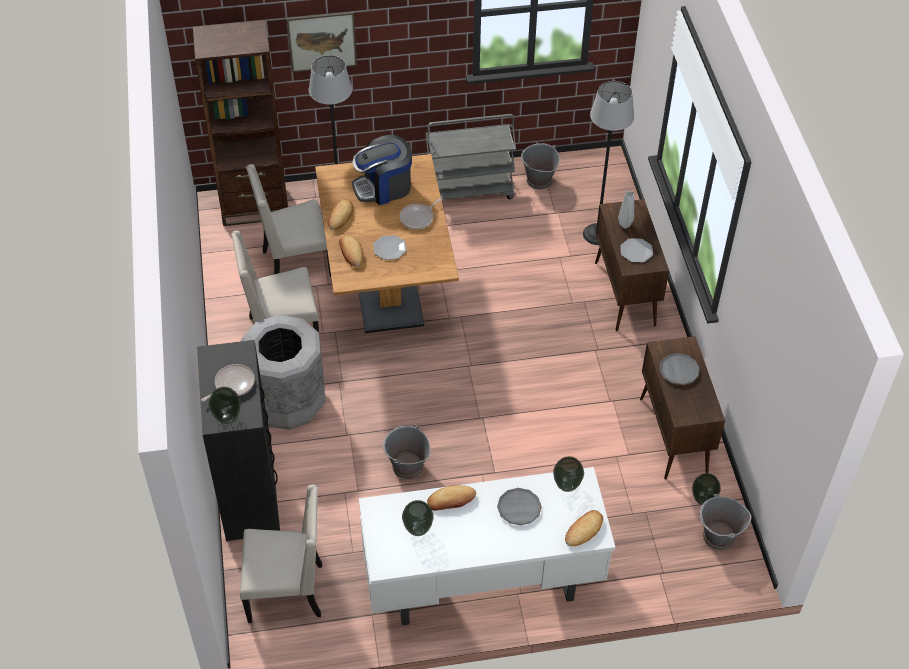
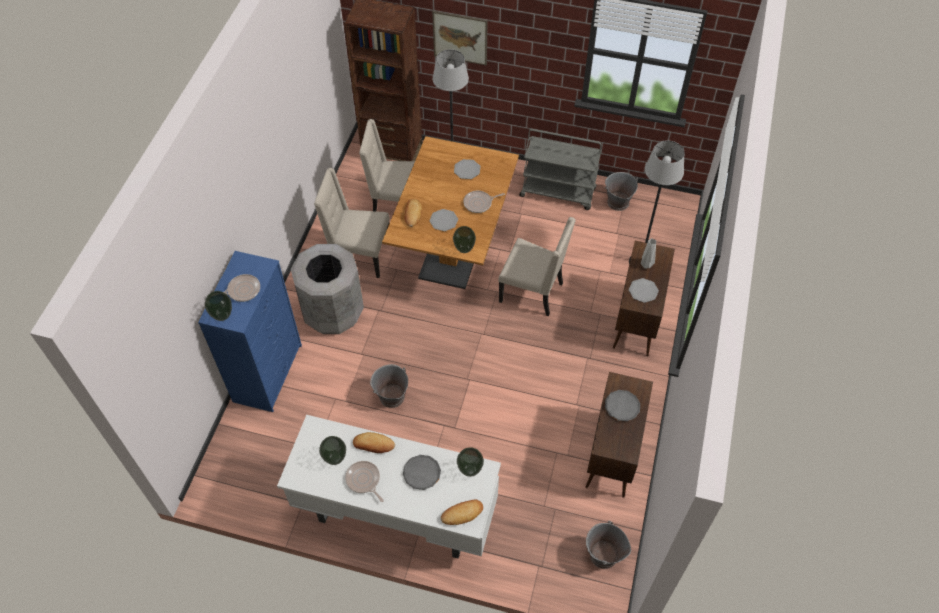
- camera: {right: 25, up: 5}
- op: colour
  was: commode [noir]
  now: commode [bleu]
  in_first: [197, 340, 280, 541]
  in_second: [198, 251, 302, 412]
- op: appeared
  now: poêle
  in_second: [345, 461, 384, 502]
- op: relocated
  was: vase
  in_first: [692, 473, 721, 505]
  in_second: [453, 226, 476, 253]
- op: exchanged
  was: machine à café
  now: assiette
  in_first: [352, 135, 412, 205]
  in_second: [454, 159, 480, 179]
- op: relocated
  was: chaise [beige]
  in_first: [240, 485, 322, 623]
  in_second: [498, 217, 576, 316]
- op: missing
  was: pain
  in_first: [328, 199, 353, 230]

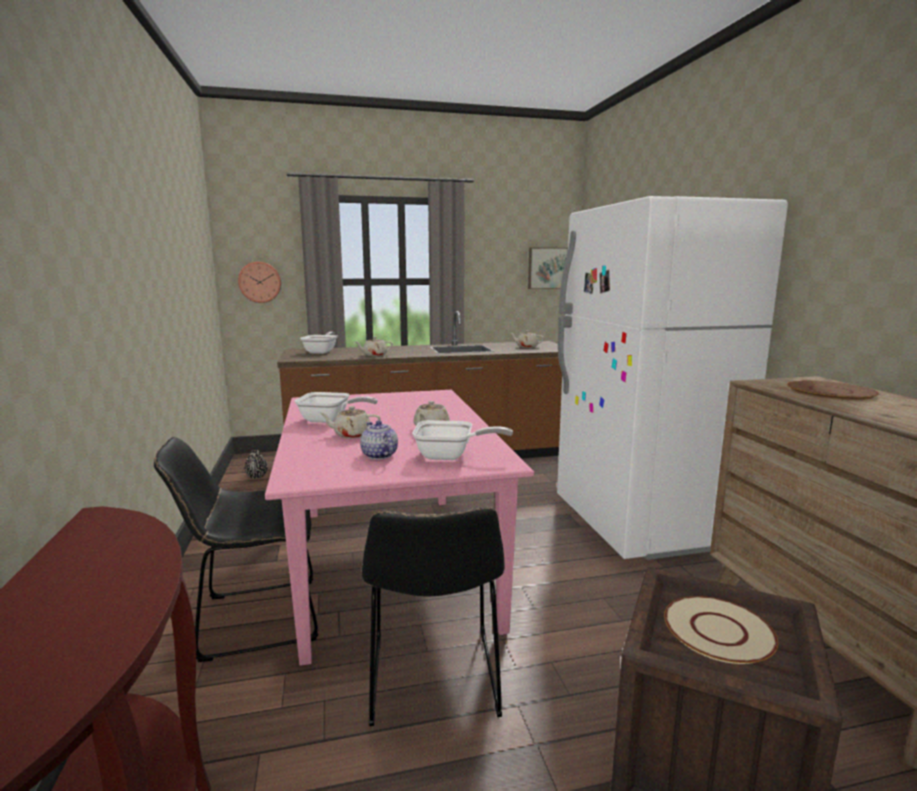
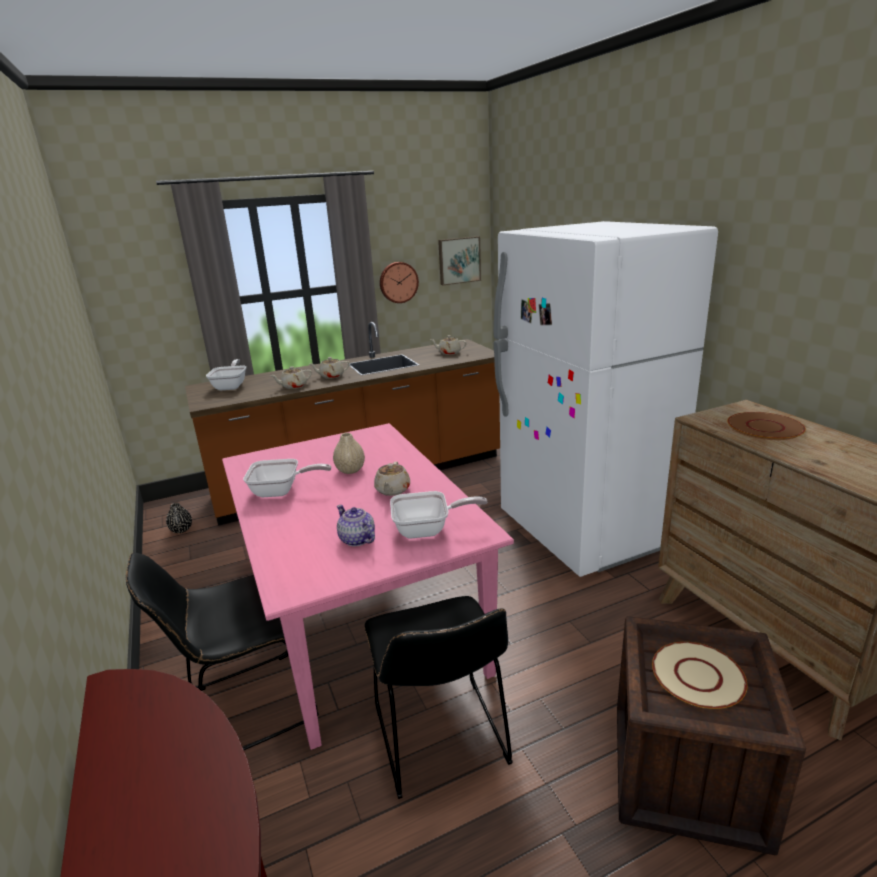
- camera: {right: -10, up: 10}
- op: relocated
  was: théière [beige]
  in_first: [320, 406, 381, 438]
  in_second: [310, 357, 350, 379]
- op: appeared
  now: vase [beige]
  in_second: [333, 433, 365, 474]
- op: relocated
  was: horloge murale
  in_first: [238, 262, 281, 303]
  in_second: [380, 262, 419, 303]

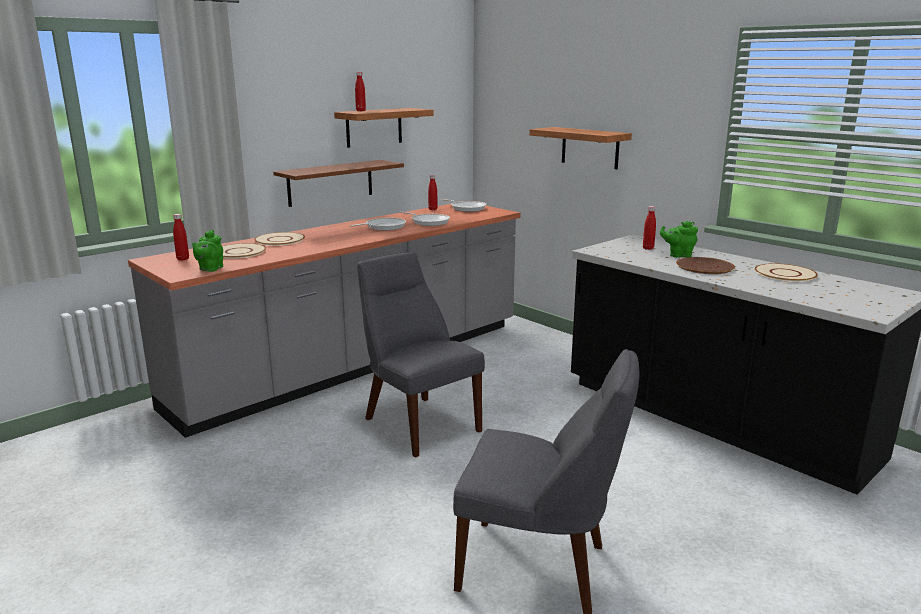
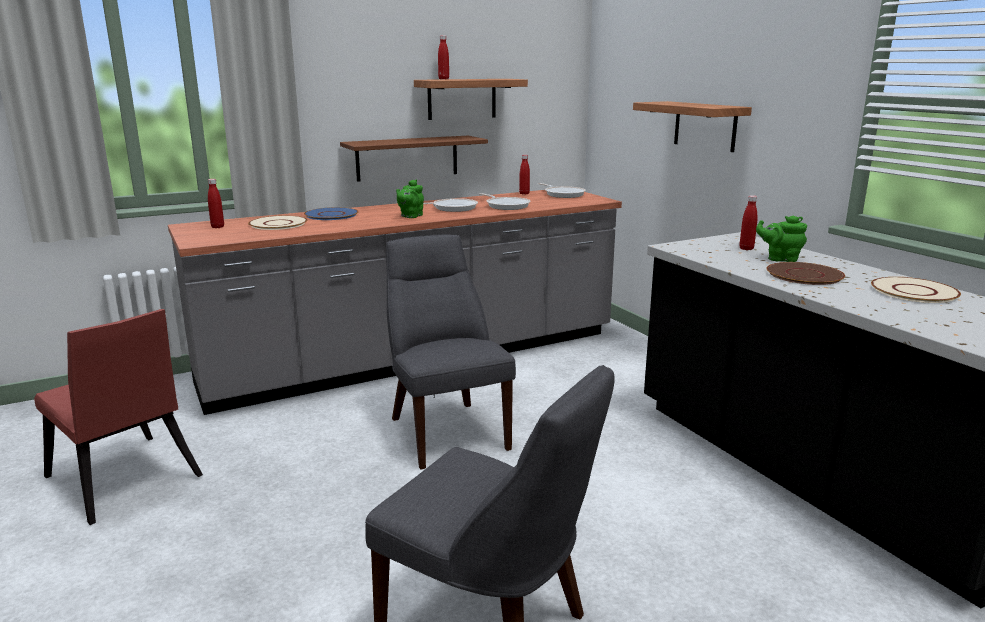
- camera: {right: 15, up: 0}
- op: appeared
  now: chaise [rouge]
  in_second: [34, 309, 203, 525]
- op: colour
  was: assiette [beige]
  now: assiette [bleu]
  in_first: [254, 232, 305, 246]
  in_second: [304, 207, 359, 220]
- op: relocated
  was: théière [vert]
  in_first: [192, 230, 223, 272]
  in_second: [396, 180, 424, 218]

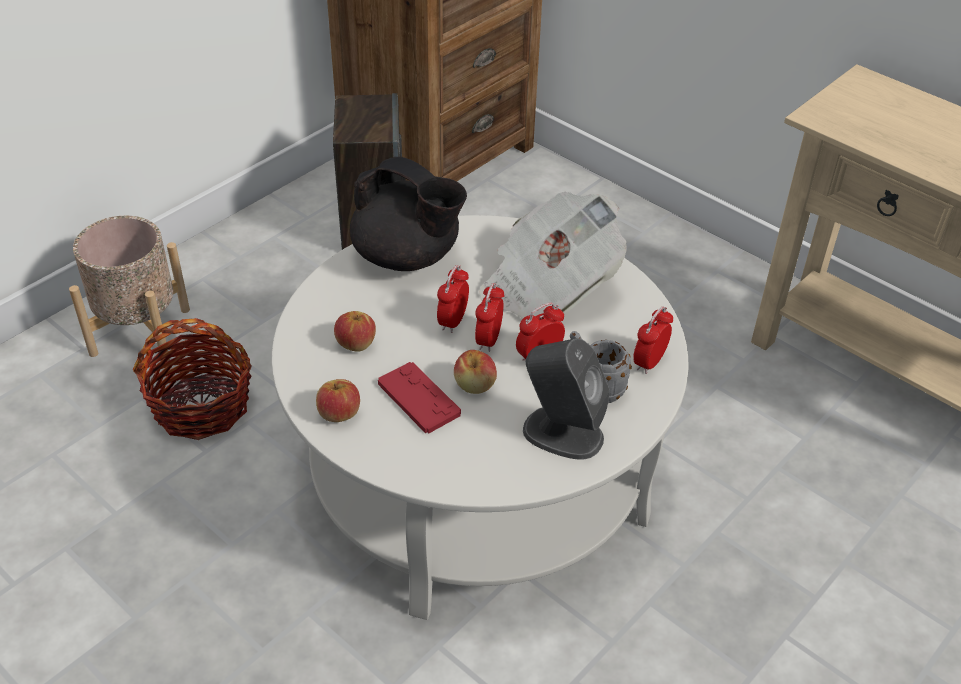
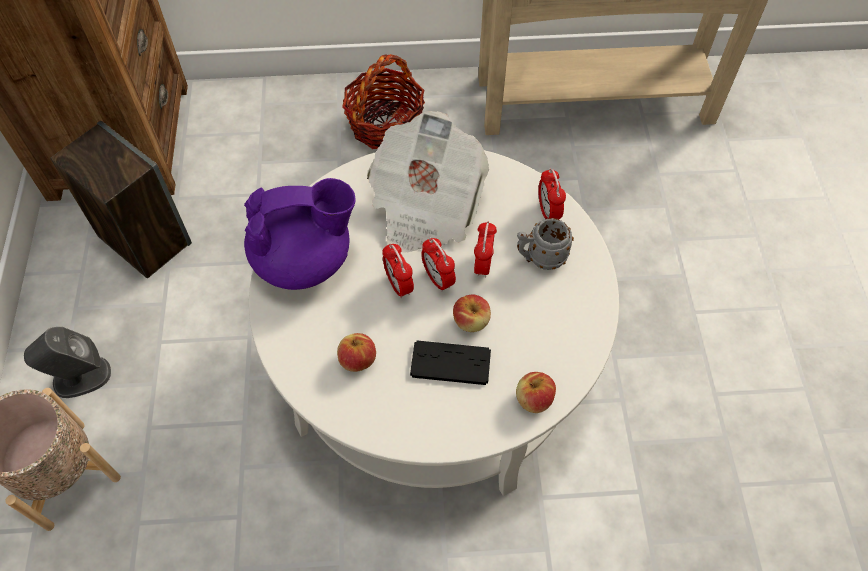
- camera: {right: -45, up: 15}
- op: relocated
  was: enceinte [gris]
  in_first: [523, 338, 610, 460]
  in_second: [24, 327, 111, 398]
- op: colour
  was: théière [noir]
  now: théière [violet]
  in_first: [350, 156, 467, 271]
  in_second: [244, 178, 356, 290]
- op: relocated
  was: panier
  in_first: [133, 318, 252, 440]
  in_second: [342, 54, 425, 149]
- op: colour
  was: manette [rouge]
  now: manette [noir]
  in_first: [378, 362, 461, 434]
  in_second: [410, 341, 491, 385]
- op: relocated
  was: pomme
  in_first: [316, 379, 360, 422]
  in_second: [516, 372, 556, 413]

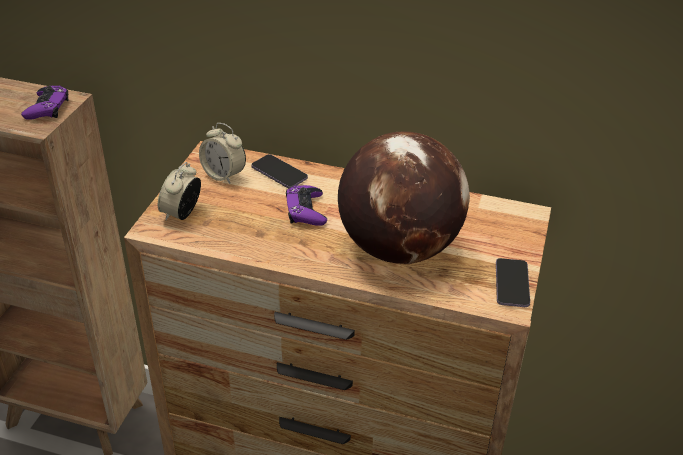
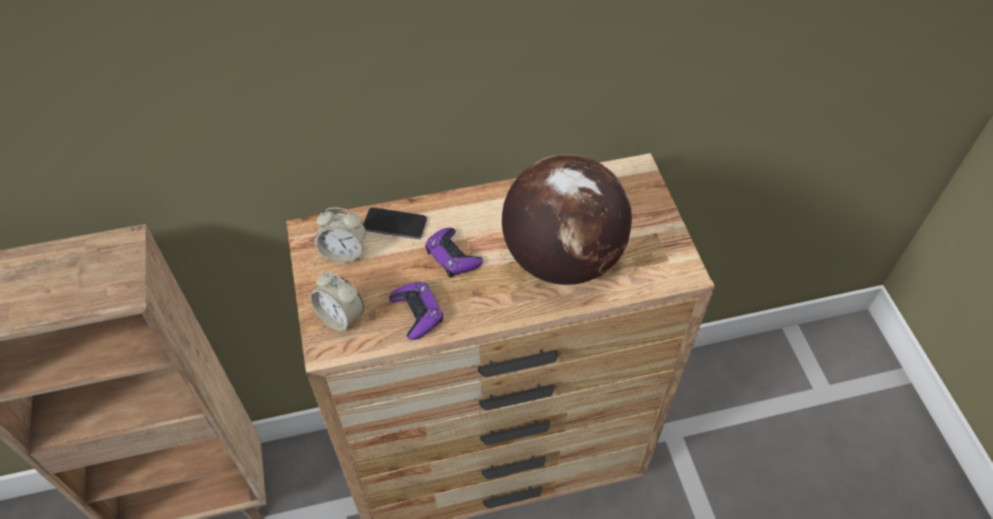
- camera: {right: -30, up: 15}
- op: spun
  was: réveil
  in_first: [158, 162, 201, 220]
  in_second: [310, 272, 364, 332]
  clockwise: -45
- op: relocated
  was: manette [violet]
  in_first: [21, 86, 69, 120]
  in_second: [389, 282, 443, 340]
- op: missing
  was: téléphone
  in_first: [496, 258, 530, 307]

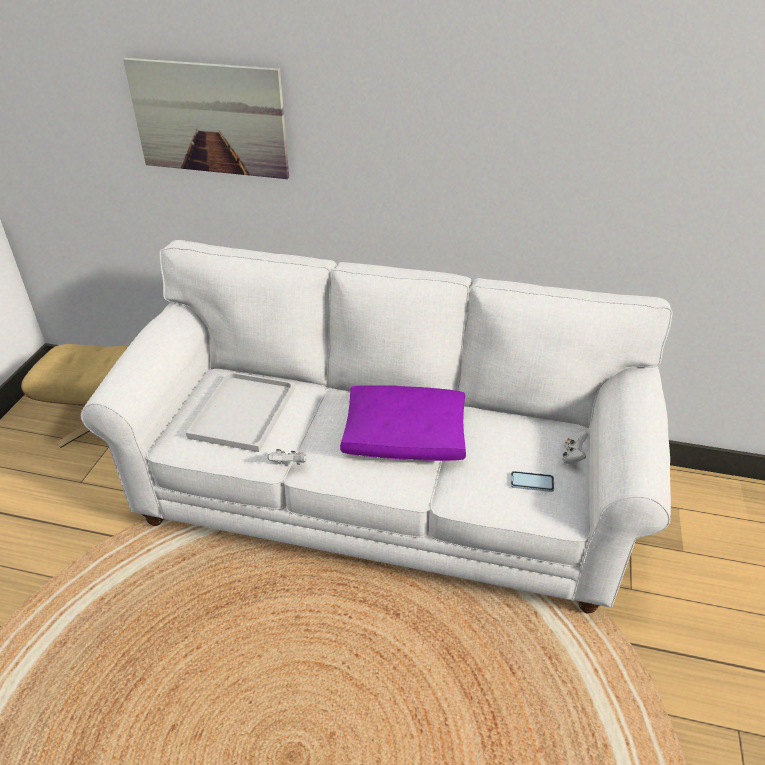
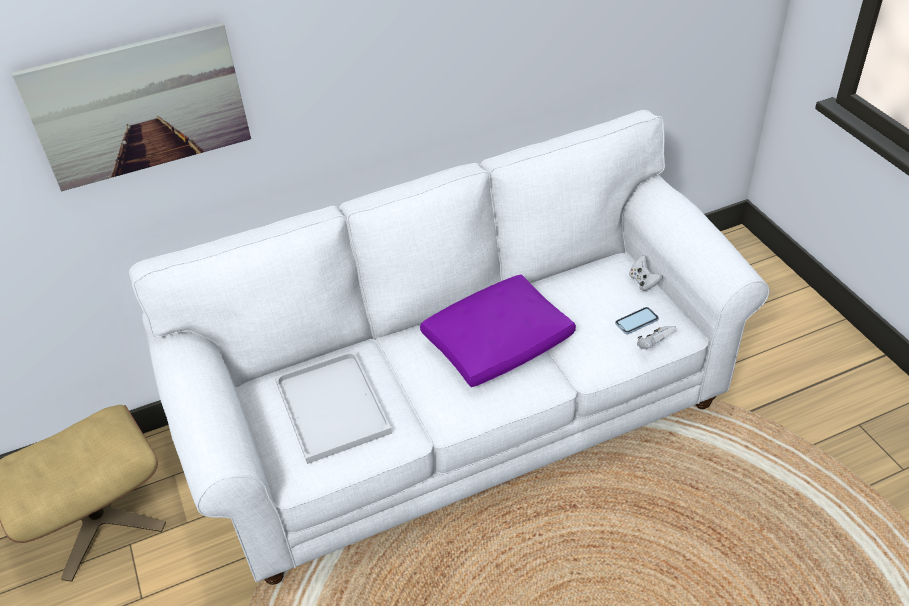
- camera: {right: -35, up: 5}
- op: relocated
  was: manette [blanc]
  in_first: [268, 449, 307, 465]
  in_second: [637, 326, 677, 350]

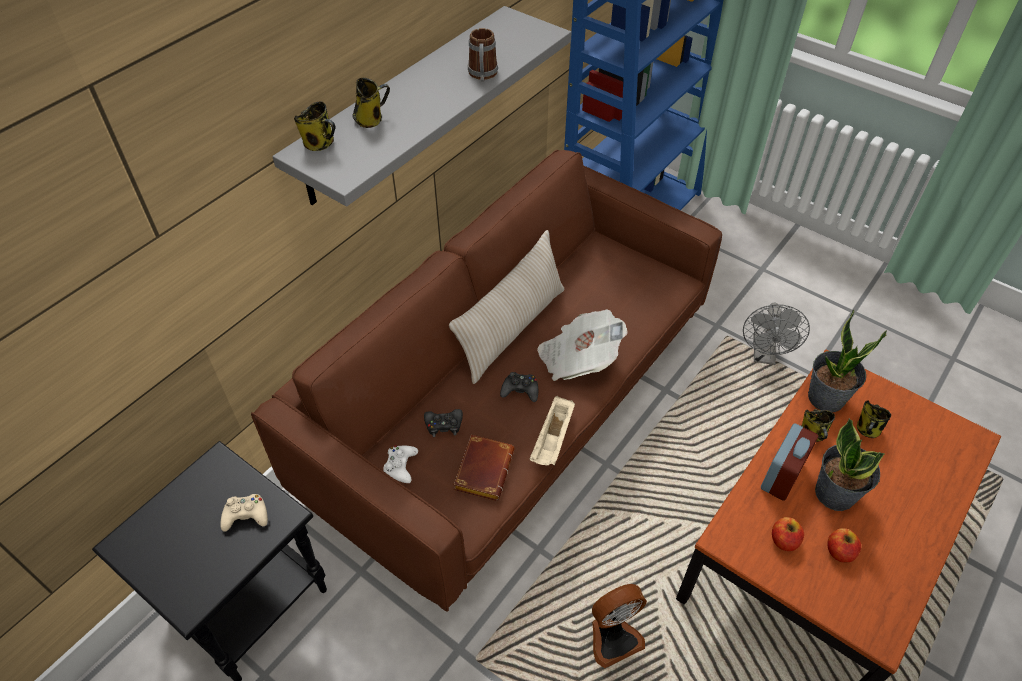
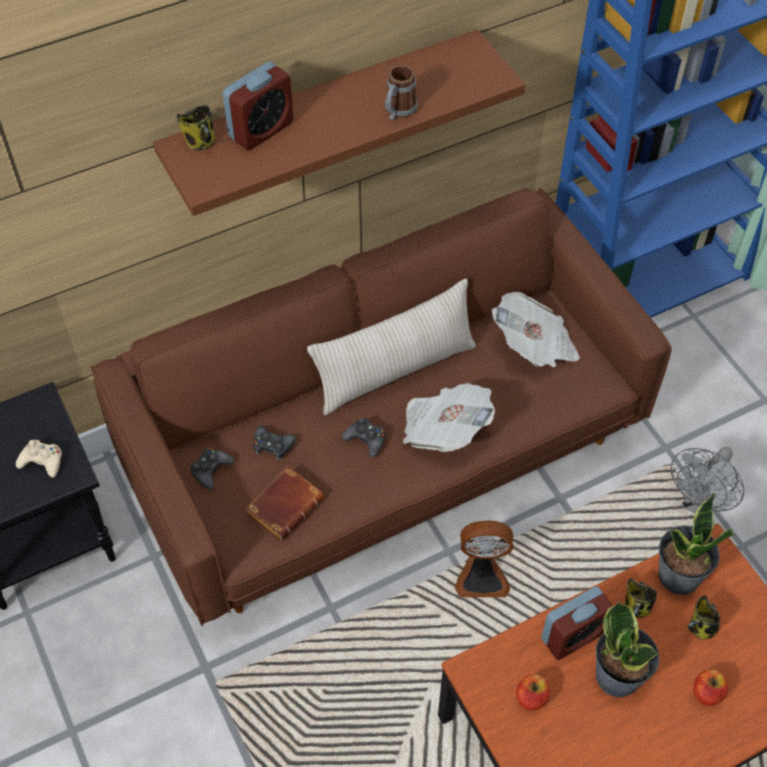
- camera: {right: 25, up: 5}
- op: colour
  was: étagère [gris]
  now: étagère [marron]
  in_first: [272, 6, 572, 207]
  in_second: [153, 29, 526, 216]
- op: colour
  was: manette [blanc]
  now: manette [noir]
  in_first: [383, 445, 418, 483]
  in_second: [190, 448, 234, 490]
- op: exchanged
  was: mug
  now: réveil
  in_first: [352, 78, 390, 128]
  in_second: [223, 62, 294, 150]
- op: relocated
  was: ventilateur
  in_first: [592, 584, 647, 668]
  in_second: [455, 520, 513, 597]
- op: appeared
  now: journal
  in_second: [492, 292, 580, 367]
- op: relocated
  was: pomme
  in_first: [828, 528, 861, 563]
  in_second: [693, 669, 728, 706]
- op: missing
  was: plateau [beige]
  in_first: [530, 396, 575, 465]

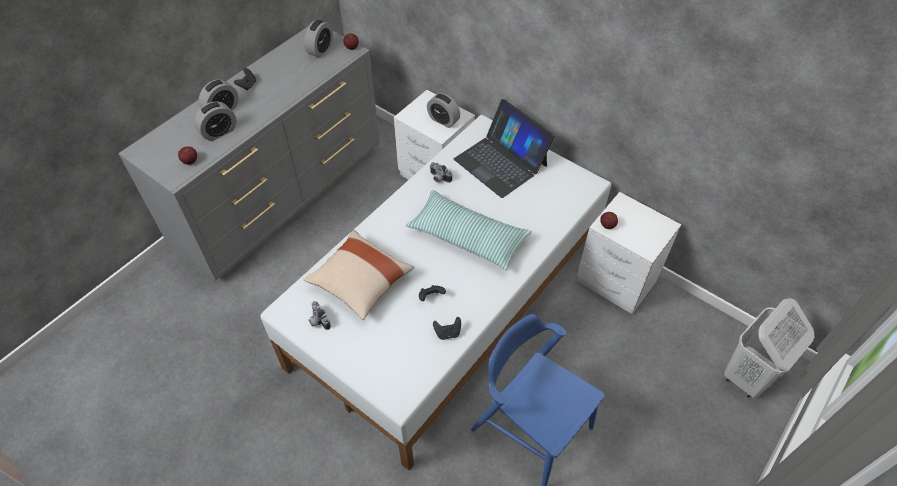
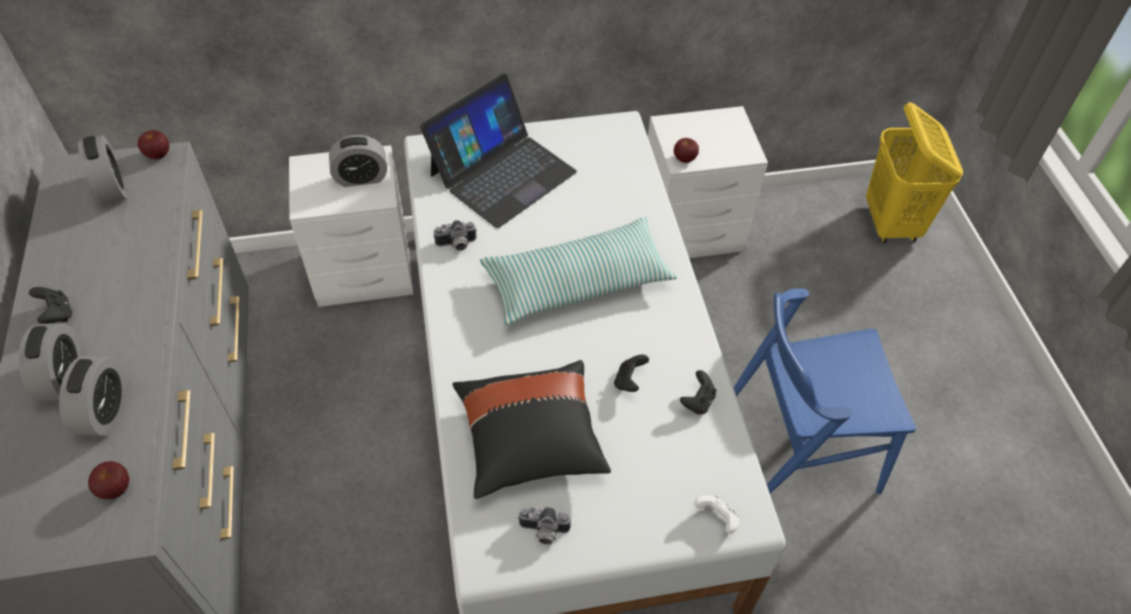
- camera: {right: -50, up: 0}
- op: spun
  was: ordinateur portable
  in_first: [454, 99, 555, 198]
  in_second: [420, 74, 577, 228]
  clockwise: -45
- op: colour
  was: coussin [beige]
  now: coussin [noir]
  in_first: [303, 230, 414, 320]
  in_second: [452, 360, 611, 499]
- op: appeared
  now: manette [blanc]
  in_second: [694, 494, 740, 534]
- op: colour
  was: panier à linge [blanc]
  now: panier à linge [jaune]
  in_first: [724, 298, 814, 398]
  in_second: [866, 102, 963, 243]

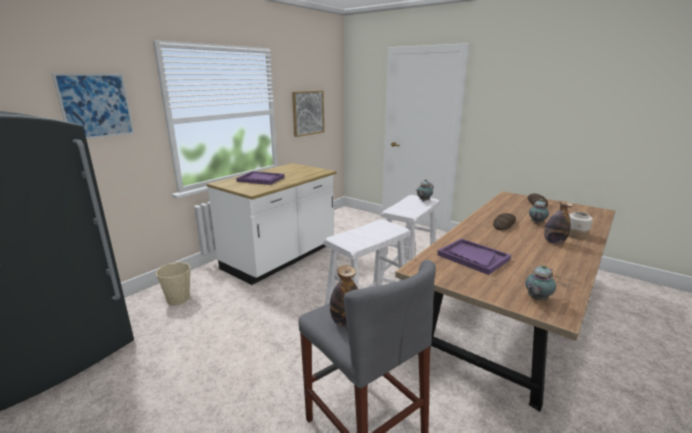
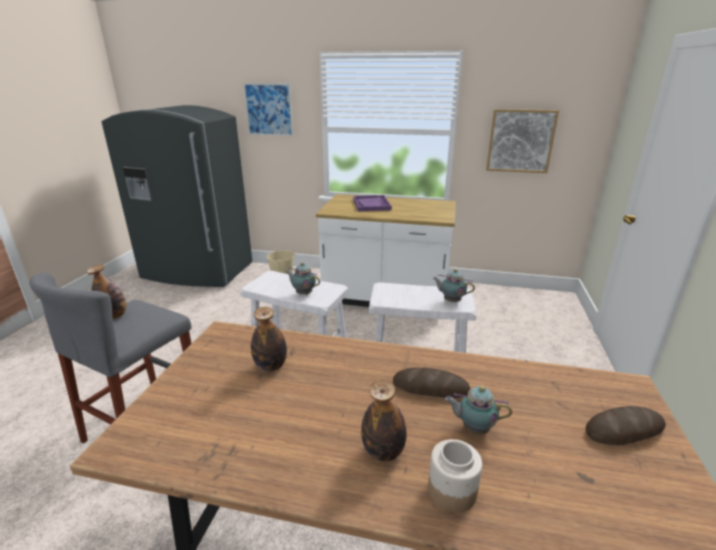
- camera: {right: 65, up: 5}
- op: exchanged
  was: plateau [violet]
  now: bouteille
  in_first: [437, 238, 511, 275]
  in_second: [251, 307, 287, 372]
- op: relocated
  was: théière
  in_first: [525, 265, 556, 301]
  in_second: [286, 262, 320, 295]

